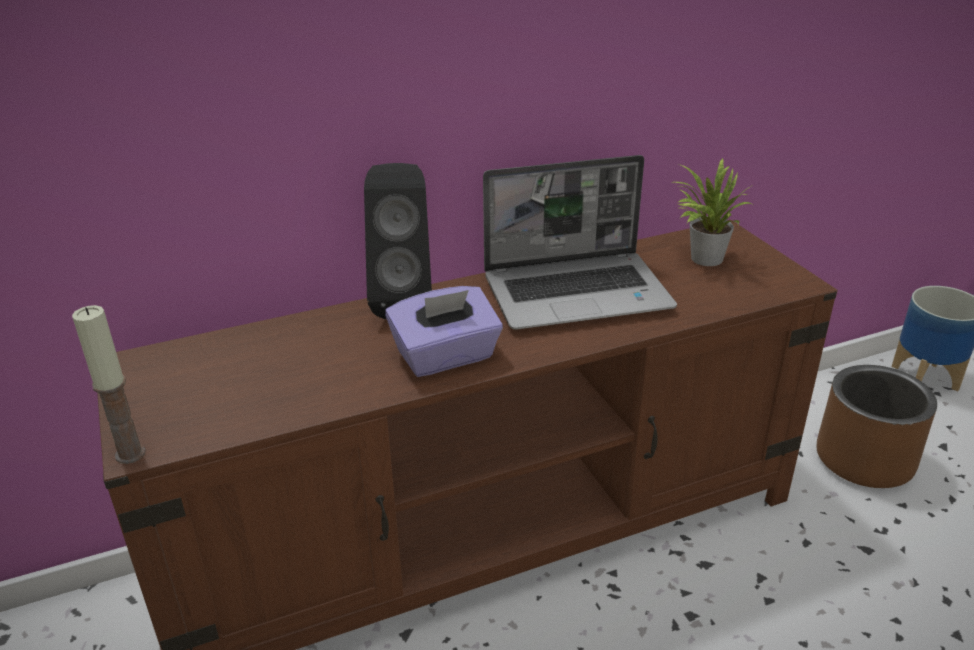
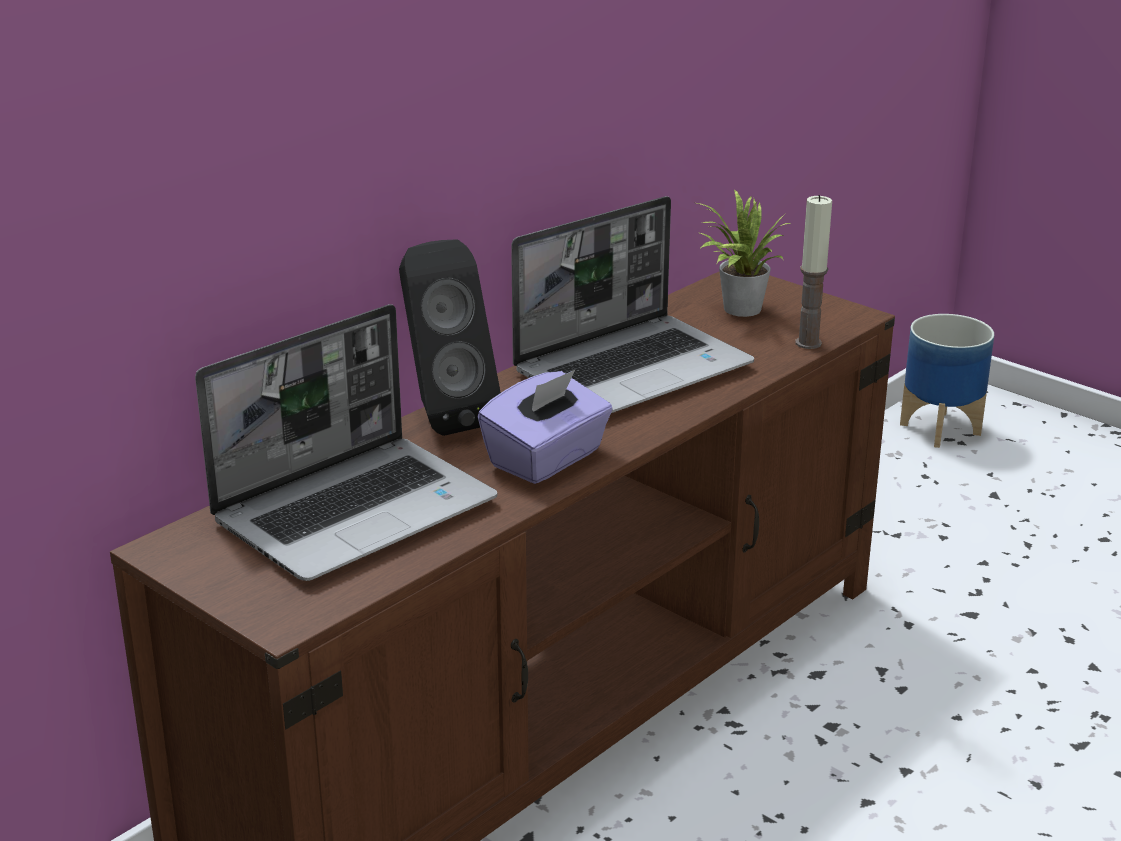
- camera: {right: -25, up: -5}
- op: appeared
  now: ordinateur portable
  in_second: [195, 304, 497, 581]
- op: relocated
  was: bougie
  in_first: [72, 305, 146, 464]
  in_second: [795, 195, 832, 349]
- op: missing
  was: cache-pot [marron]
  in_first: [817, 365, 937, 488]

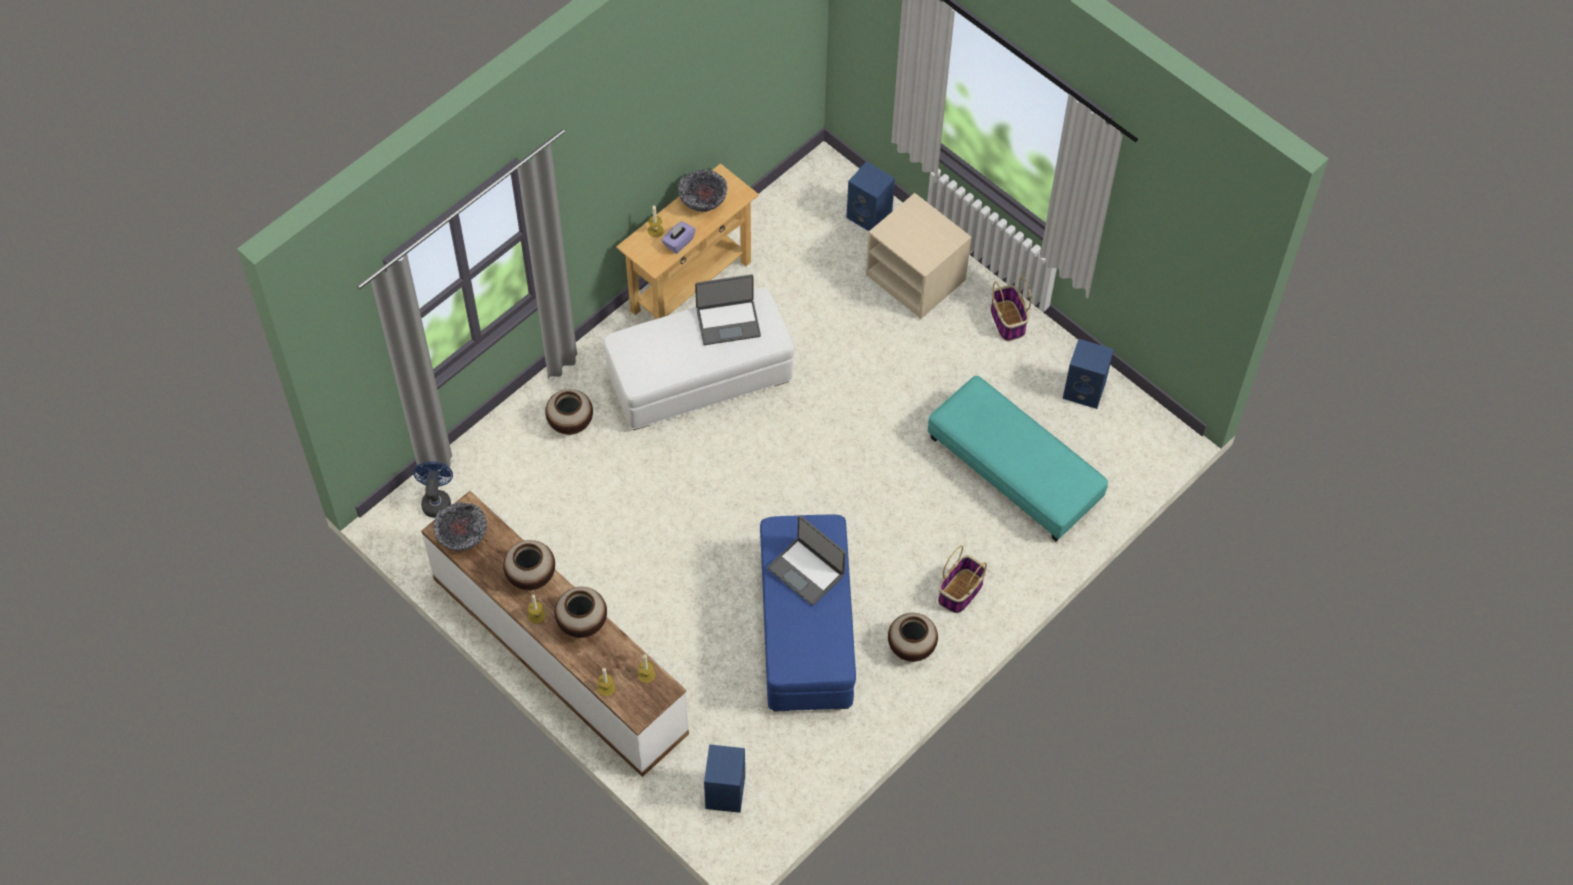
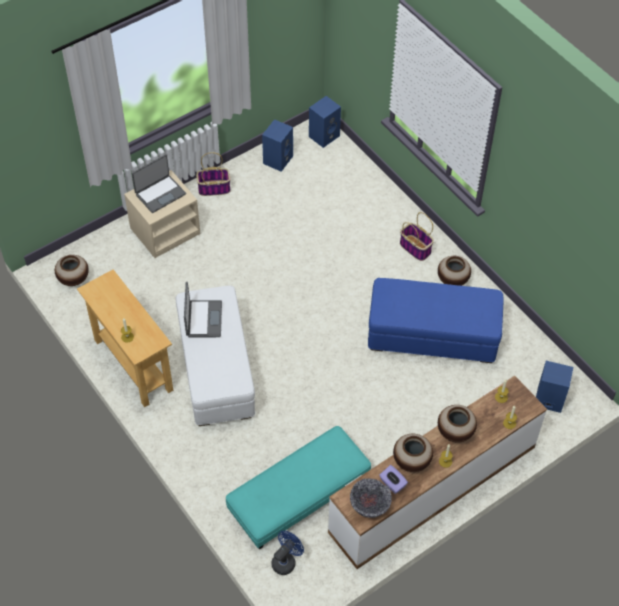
- camera: {right: -80, up: -5}
- op: relocated
  was: vase
  in_first: [545, 389, 593, 435]
  in_second: [55, 255, 89, 286]
- op: relocated
  was: ordinateur portable
  in_first: [767, 515, 846, 605]
  in_second: [132, 154, 186, 213]
- op: relocated
  was: pouf [turquoise]
  in_first: [928, 376, 1108, 541]
  in_second: [226, 426, 371, 549]
- op: spun
  was: ventilateur [bleu]
  in_first: [413, 461, 453, 518]
  in_second: [271, 530, 304, 575]
  clockwise: 120
- op: relocated
  was: enceinte [bleu]
  in_first: [846, 161, 895, 231]
  in_second: [309, 96, 341, 148]
- op: relocated
  was: boîte à mouchoirs [violet]
  in_first: [662, 221, 695, 254]
  in_second: [379, 465, 408, 494]
- op: missing
  was: bol
  in_first: [678, 169, 727, 212]

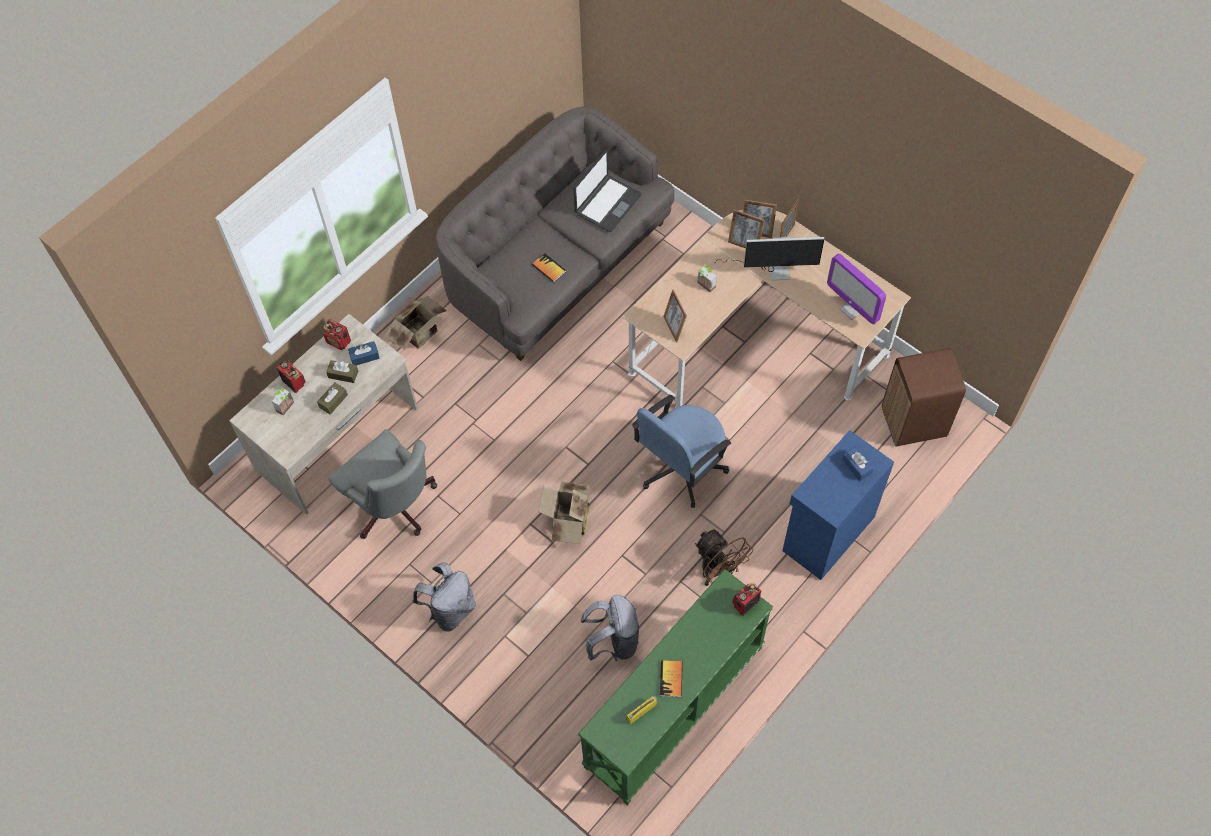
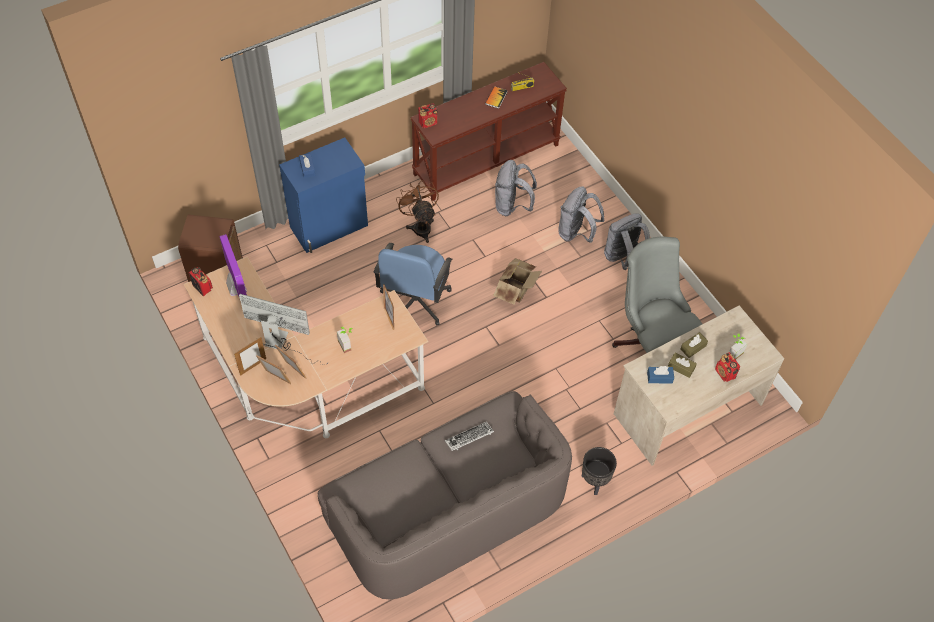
- camera: {right: -165, up: -5}
- op: relocated
  was: radio
  in_first: [323, 319, 351, 350]
  in_second: [189, 267, 213, 296]
- op: spun
  was: chaise de bureau [bleu]
  in_first: [632, 395, 731, 508]
  in_second: [373, 243, 452, 325]
  clockwise: 135
- op: colour
  was: table console [vert]
  now: table console [marron]
  in_first: [578, 569, 773, 805]
  in_second: [410, 62, 567, 201]
- op: exchanged
  was: livre
  now: clavier
  in_first: [532, 253, 566, 282]
  in_second: [445, 422, 494, 451]
- op: appeared
  now: sac à dos [gris]
  in_second: [558, 187, 604, 243]
- op: exchanged
  was: carton
  now: cache-pot [noir]
  in_first: [386, 296, 447, 350]
  in_second: [582, 447, 617, 495]
- op: missing
  was: ordinateur portable
  in_first: [574, 150, 642, 232]

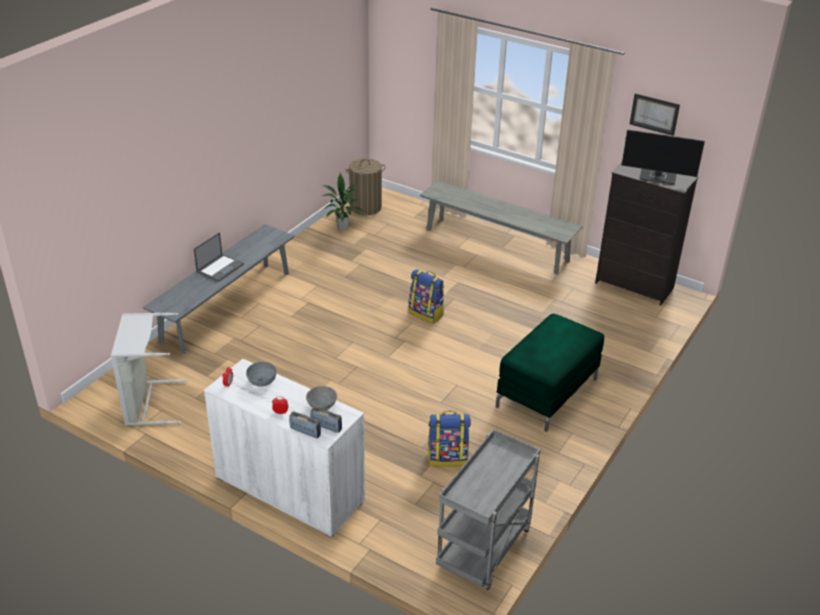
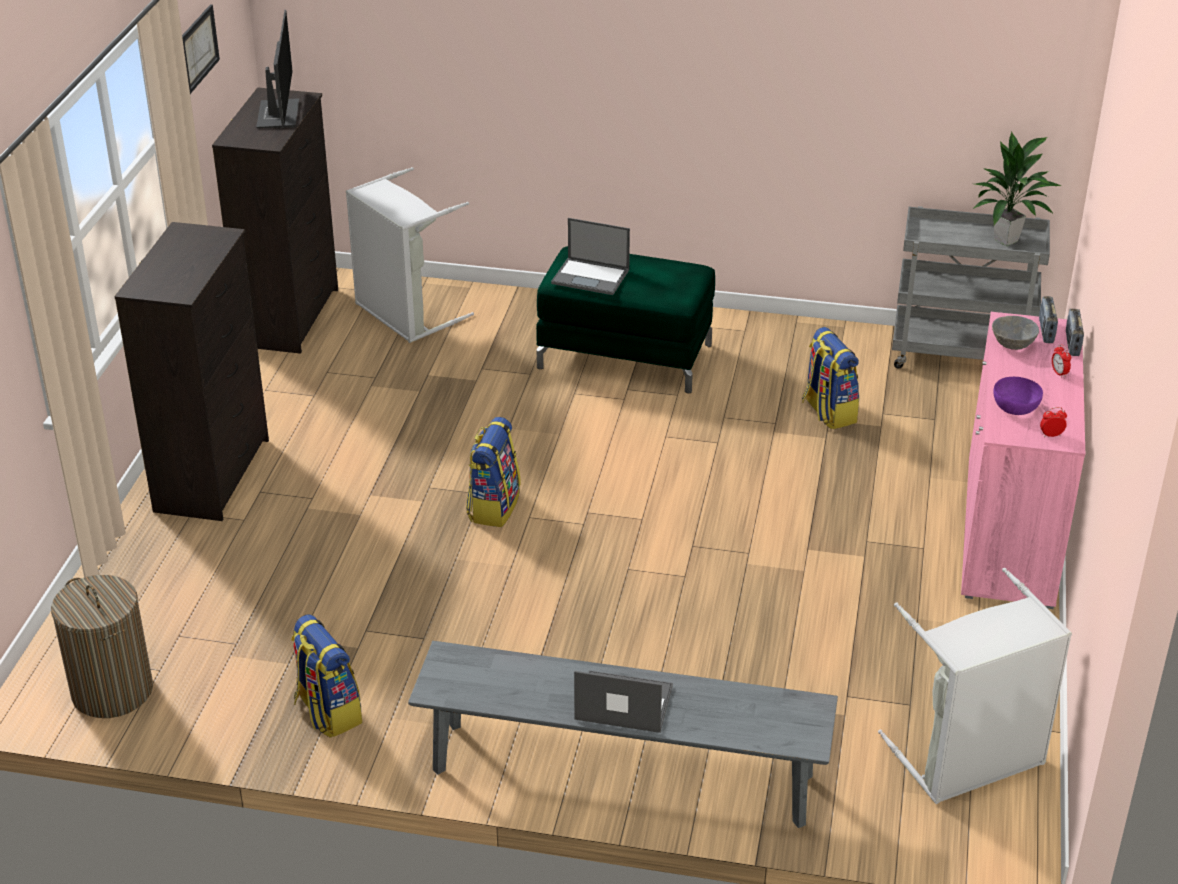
- camera: {right: -110, up: 0}
- op: exchanged
  was: banc [gris]
  now: commode [noir]
  in_first: [420, 180, 583, 275]
  in_second: [114, 222, 269, 521]
- op: appeared
  now: sac à dos
  in_second: [291, 615, 362, 738]
- op: appeared
  now: panier à linge [gris]
  in_second: [346, 167, 474, 343]
- op: appeared
  now: ordinateur portable
  in_second: [551, 218, 630, 295]
- op: colour
  was: meuble de rangement [blanc]
  now: meuble de rangement [rose]
  in_first: [204, 359, 365, 538]
  in_second: [961, 312, 1085, 609]
- op: relocated
  was: plante en pot
  in_first: [321, 173, 365, 230]
  in_second: [973, 132, 1062, 246]
- op: colour
  was: bol [gris]
  now: bol [violet]
  in_first: [246, 362, 276, 387]
  in_second: [993, 377, 1043, 415]

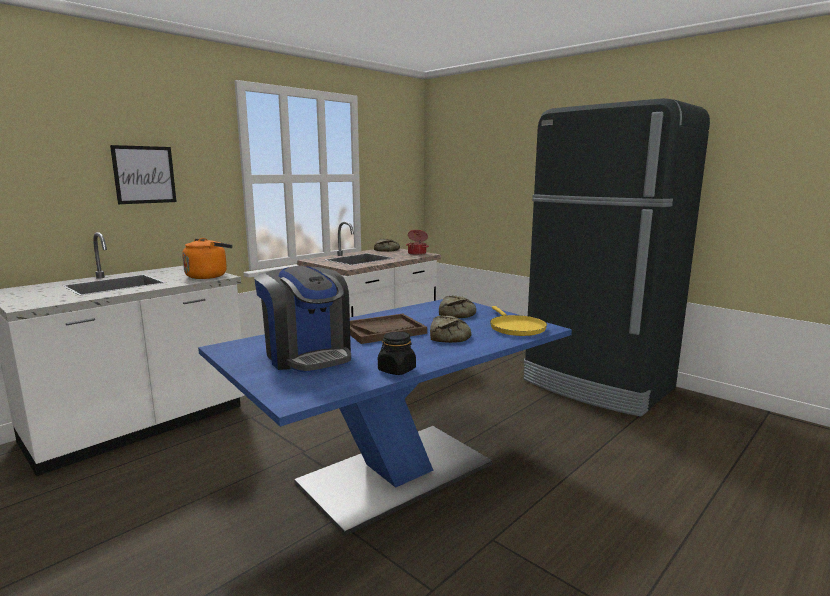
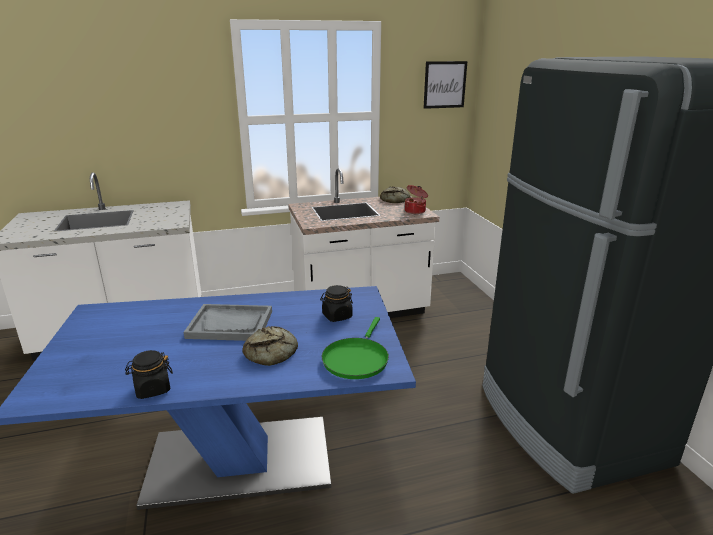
- camera: {right: 30, up: 10}
- op: colour
  was: plateau [marron]
  now: plateau [gris]
  in_first: [350, 314, 427, 344]
  in_second: [184, 304, 272, 341]
- op: exchanged
  was: pain
  now: bocal [noir]
  in_first: [439, 296, 476, 318]
  in_second: [320, 285, 353, 322]
- op: colour
  was: poêle [jaune]
  now: poêle [vert]
  in_first: [490, 306, 547, 336]
  in_second: [322, 317, 389, 379]
- op: relocated
  was: tableau
  in_first: [110, 145, 177, 204]
  in_second: [424, 61, 467, 109]
- op: missing
  was: bouilloire [orange]
  in_first: [182, 238, 232, 279]
- op: missing
  was: machine à café
  in_first: [254, 266, 351, 373]

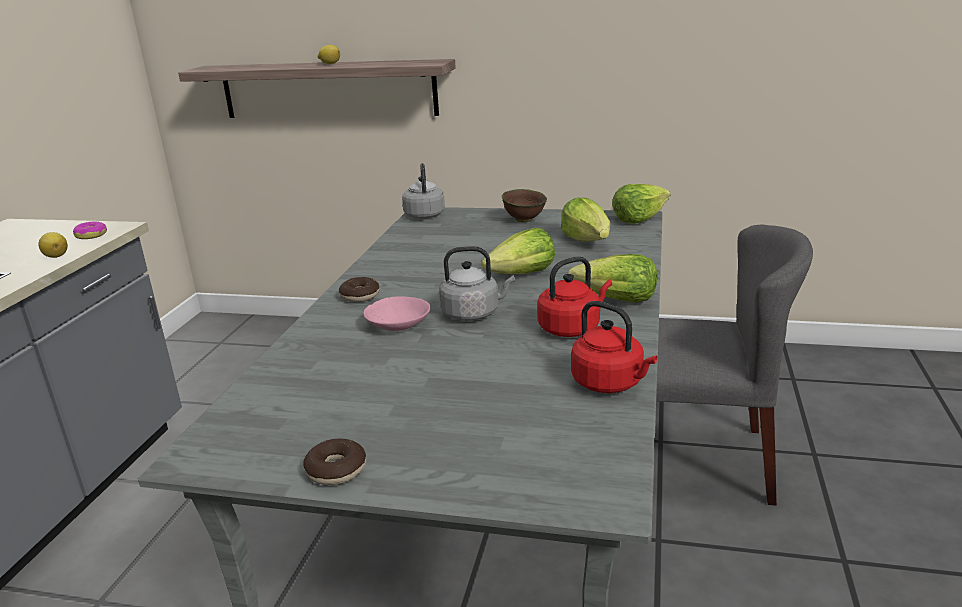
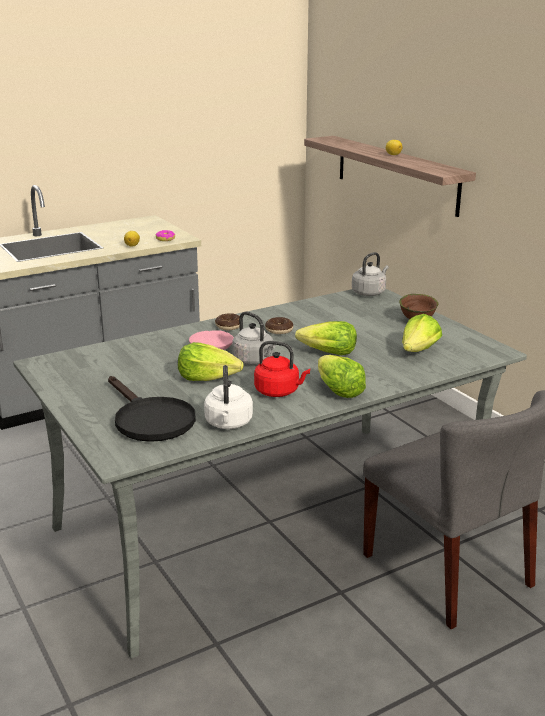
- camera: {right: 45, up: 0}
- op: appeared
  now: poêle [noir]
  in_second: [108, 376, 196, 442]
- op: relocated
  was: laitue
  in_first: [612, 184, 671, 224]
  in_second: [178, 342, 244, 381]
- op: colour
  was: bouilloire [rouge]
  now: bouilloire [blanc]
  in_first: [571, 301, 657, 393]
  in_second: [204, 365, 253, 429]
- op: relocated
  was: beignet
  in_first: [303, 439, 366, 485]
  in_second: [265, 317, 293, 334]

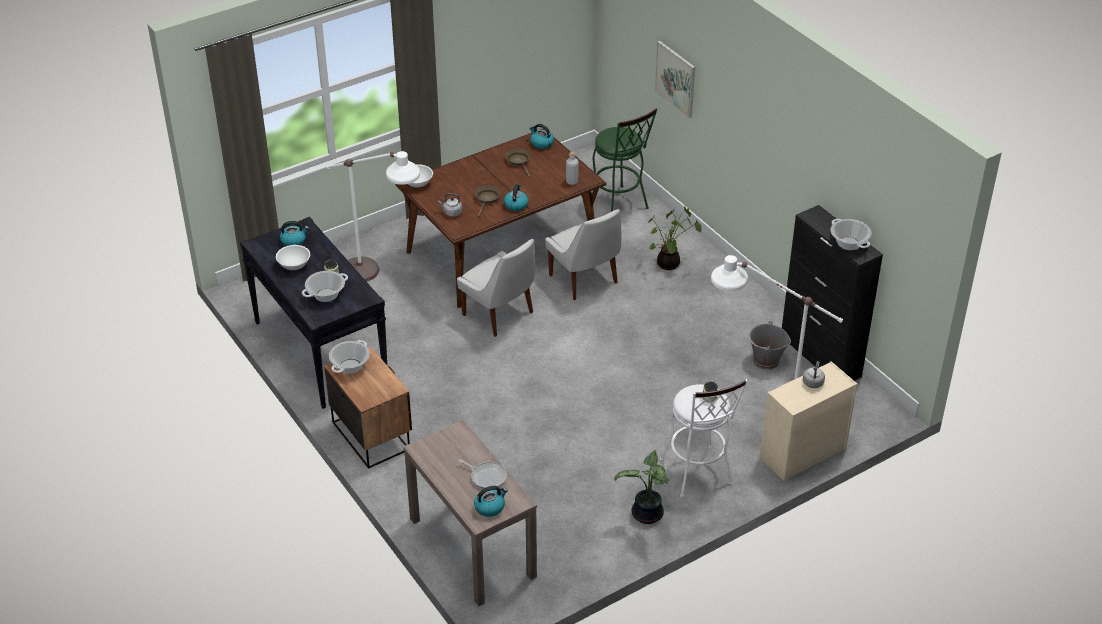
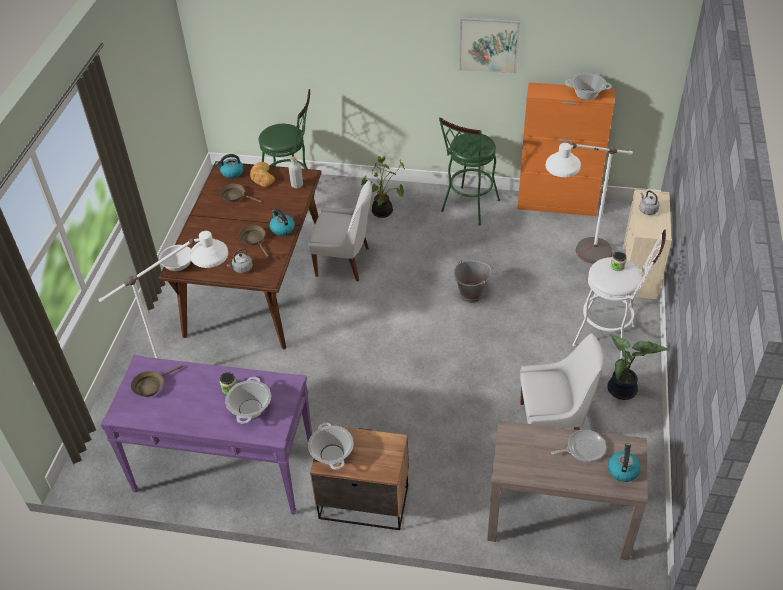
- camera: {right: -45, up: 5}
- op: colour
  was: table console [noir]
  now: table console [violet]
  in_first: [240, 217, 387, 409]
  in_second: [101, 355, 312, 515]
- op: exchanged
  was: bouilloire
  now: poêle [marron]
  in_first: [280, 221, 309, 246]
  in_second: [131, 365, 183, 397]
- op: appeared
  now: pain
  in_second: [250, 162, 275, 187]
- op: appeared
  now: tabouret [vert]
  in_second: [439, 117, 500, 226]
- op: relocated
  was: seau [gris]
  in_first: [749, 321, 791, 370]
  in_second: [453, 260, 491, 303]
- op: relocated
  was: tableau
  in_first: [655, 41, 695, 118]
  in_second: [459, 17, 520, 74]
- op: colour
  was: meuble de rangement [noir]
  now: meuble de rangement [orange]
  in_first: [782, 205, 883, 381]
  in_second: [517, 82, 615, 216]
- op: relocated
  was: chaise [blanc]
  in_first: [457, 239, 535, 337]
  in_second: [520, 333, 604, 430]
- op: missing
  was: bol [blanc]
  in_first: [276, 245, 310, 270]

